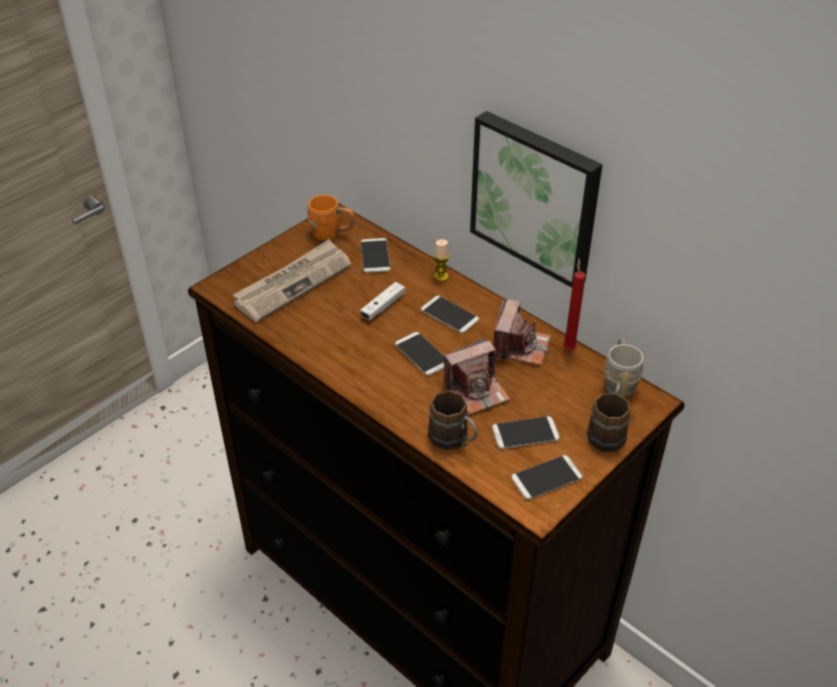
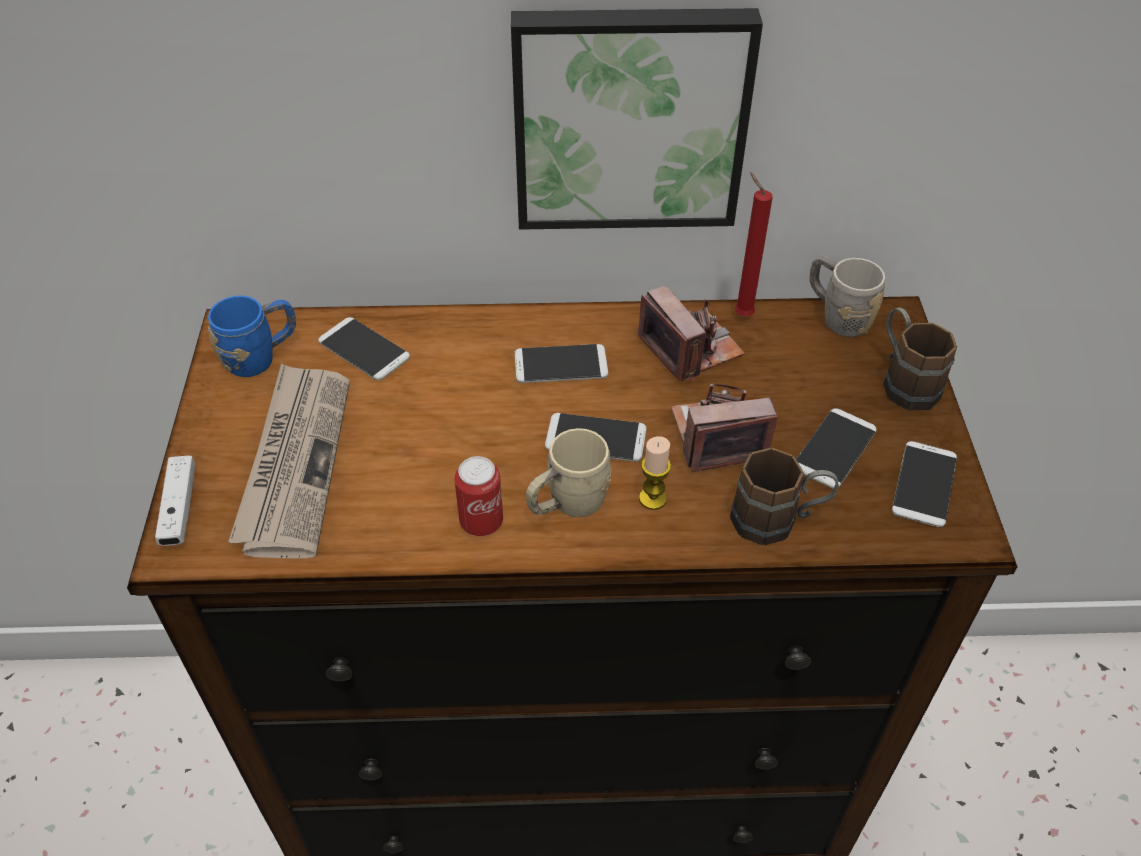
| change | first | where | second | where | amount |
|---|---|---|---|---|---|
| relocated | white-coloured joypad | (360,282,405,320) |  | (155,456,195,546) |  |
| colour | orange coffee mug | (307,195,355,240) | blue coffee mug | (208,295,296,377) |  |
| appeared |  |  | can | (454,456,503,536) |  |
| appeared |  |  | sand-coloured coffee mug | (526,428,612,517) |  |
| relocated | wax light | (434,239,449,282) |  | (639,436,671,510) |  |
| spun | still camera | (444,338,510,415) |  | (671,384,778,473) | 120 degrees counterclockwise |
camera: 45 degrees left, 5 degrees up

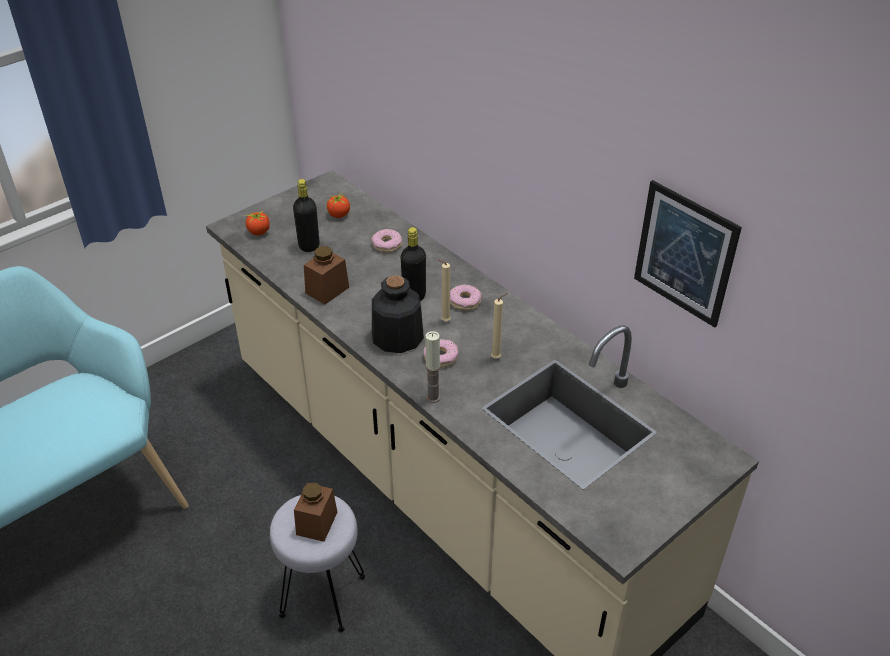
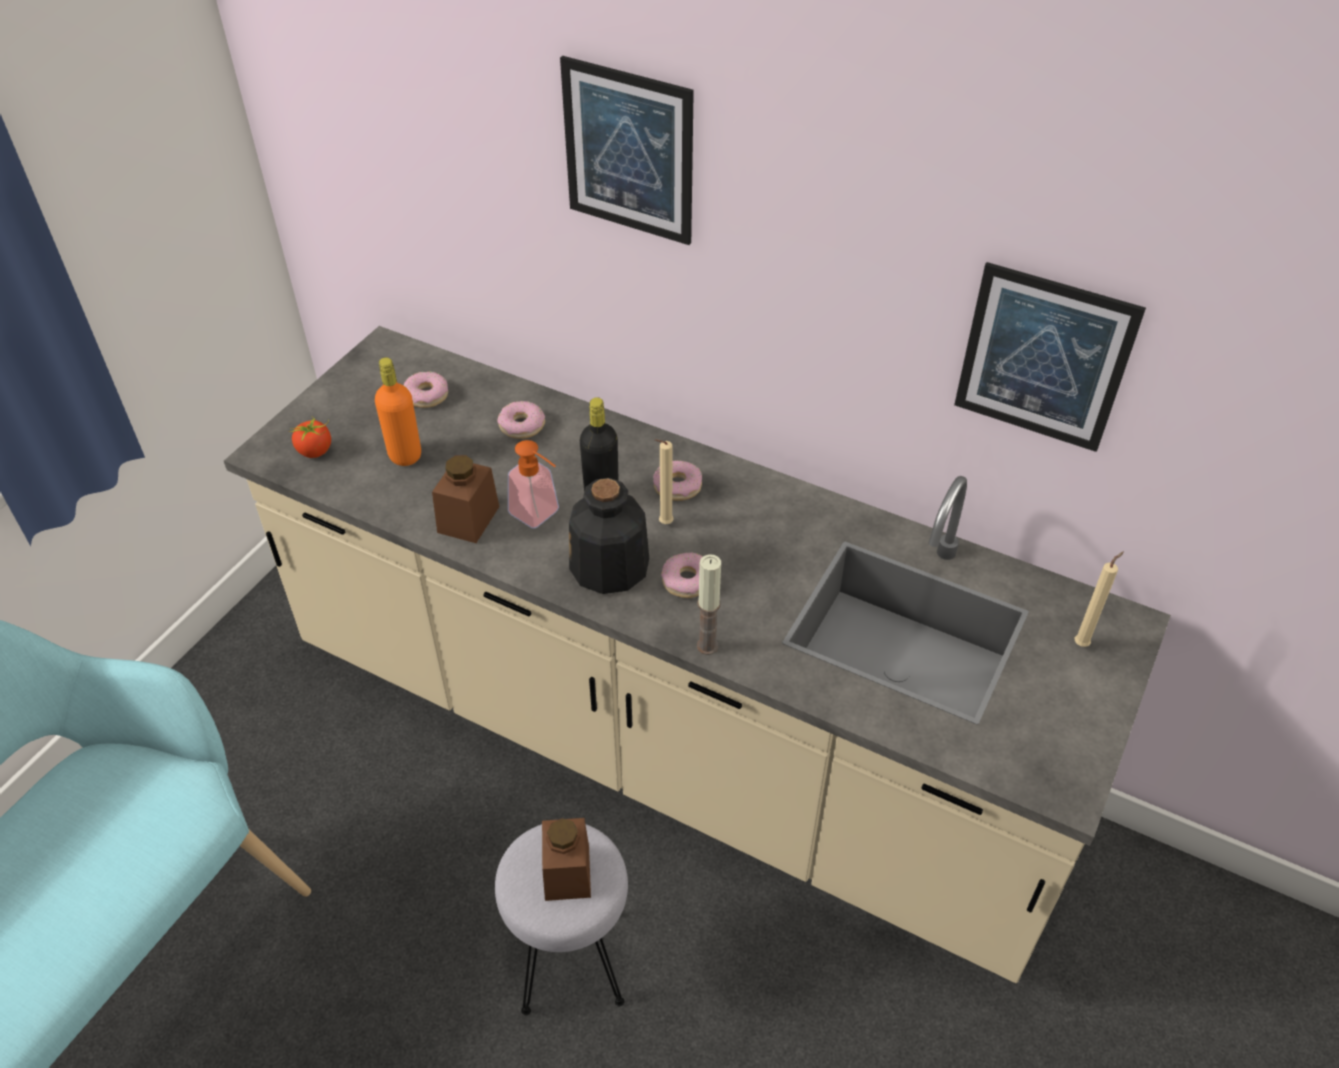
| change | first | where | second | where | amount |
|---|---|---|---|---|---|
| colour | black-coloured bottle | (293,179,320,252) | orange bottle | (375,357,421,466) |  |
| exchanged | fresh tomato | (326,194,350,218) | ring doughnut | (403,372,448,408) |  |
| appeared |  |  | liquid soap bottle | (508,440,559,528) |  |
| appeared |  |  | wall art | (560,56,694,245) |  |
| relocated | sand-coloured wax light | (491,293,508,358) |  | (1075,551,1124,647) |  |
camera: 20 degrees left, 5 degrees up

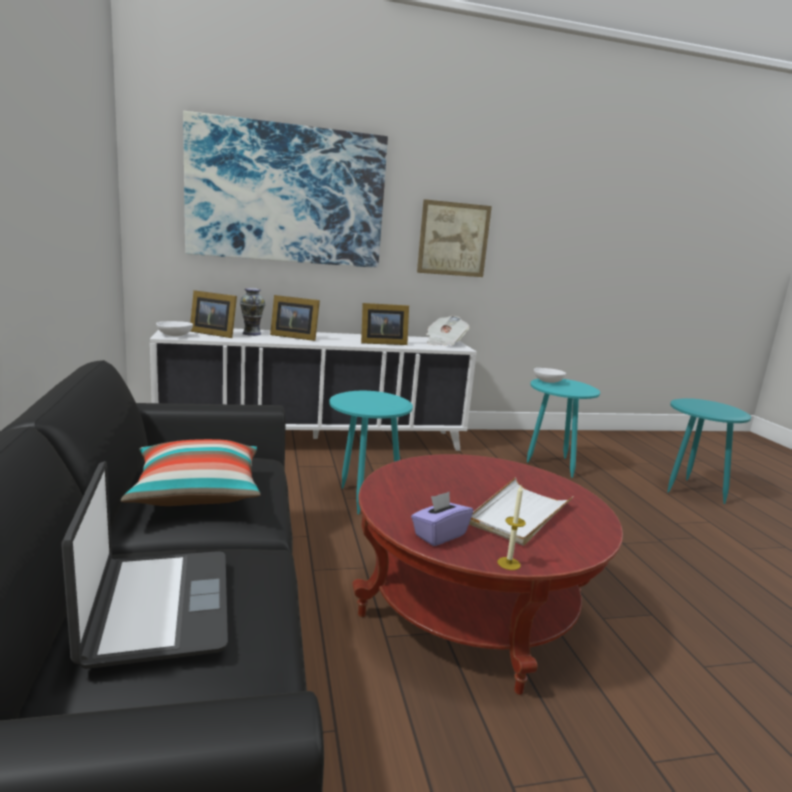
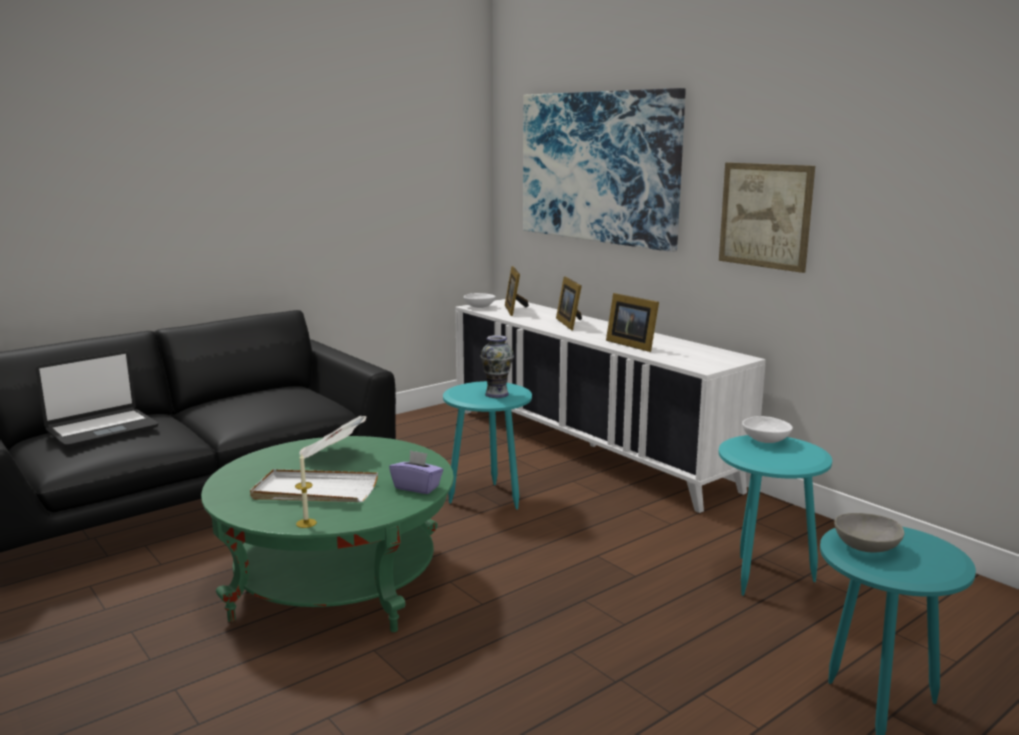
| change | first | where | second | where | amount |
|---|---|---|---|---|---|
| colour | red low table | (352,454,623,695) | greenish low table | (201,436,454,632) |  |
| relocated | wax light | (498,486,526,570) |  | (295,453,317,528) |  |
| relocated | daily paper | (426,316,470,345) |  | (299,416,366,459) |  |
| relocated | purple box of tissues | (411,492,473,546) |  | (389,450,443,494) |  |
| relocated | flower vase | (240,288,266,336) |  | (480,335,514,398) |  |
| appeared |  |  | greyish deep dish | (834,513,904,552) |  |
| missing | pillow | (121,439,261,506) |  |  |  |
camera: 65 degrees right, 0 degrees up

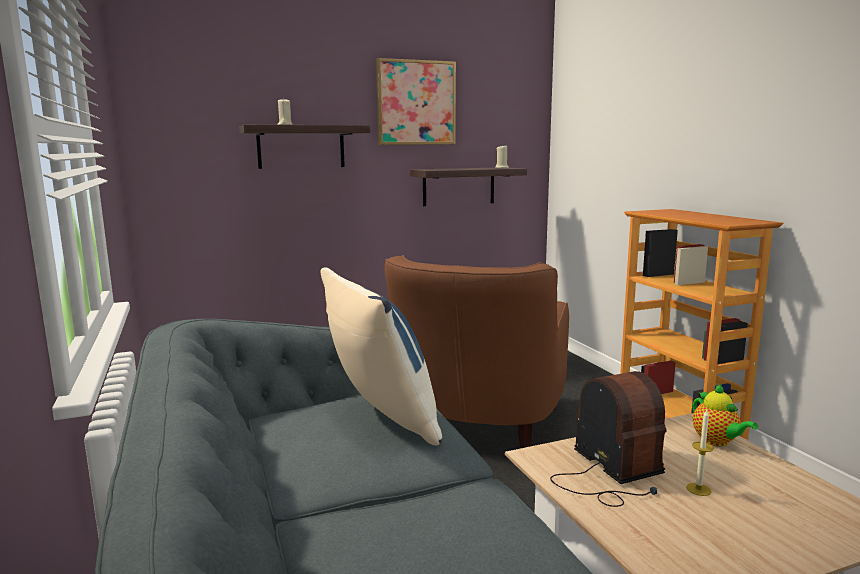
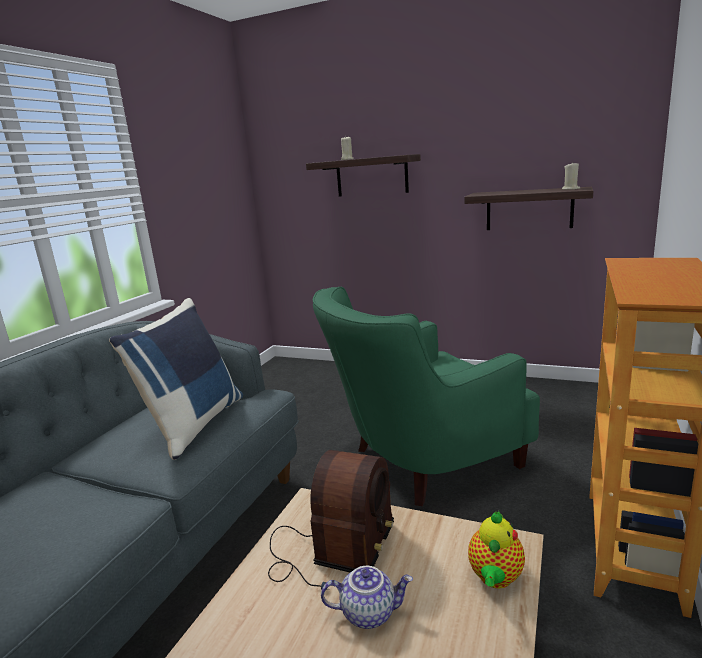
| change | first | where | second | where | amount |
|---|---|---|---|---|---|
| colour | brown armchair | (385,255,569,448) | greenish armchair | (313,287,540,506) |  |
| exchanged | wax light | (686,410,714,496) | teapot | (321,566,413,629) |  |
| missing | wall art | (376,58,456,145) |  |  |  |
camera: 45 degrees right, 5 degrees up

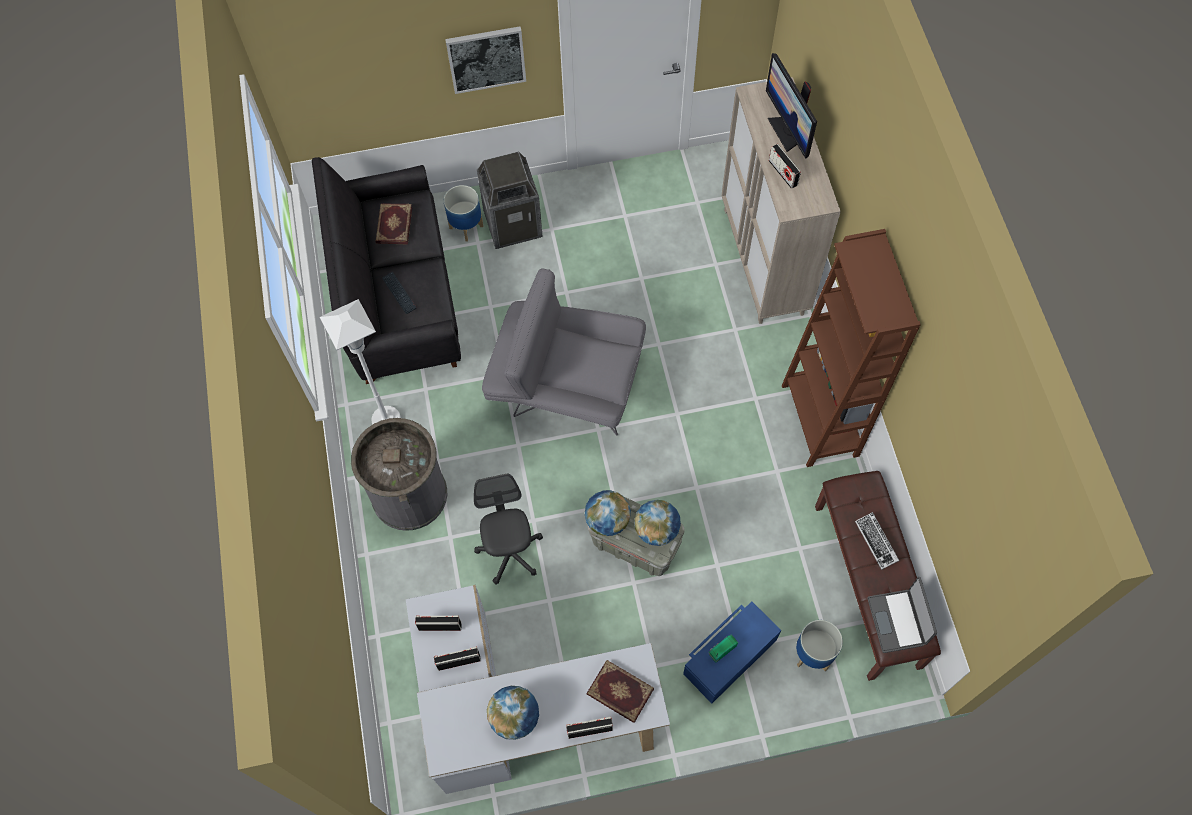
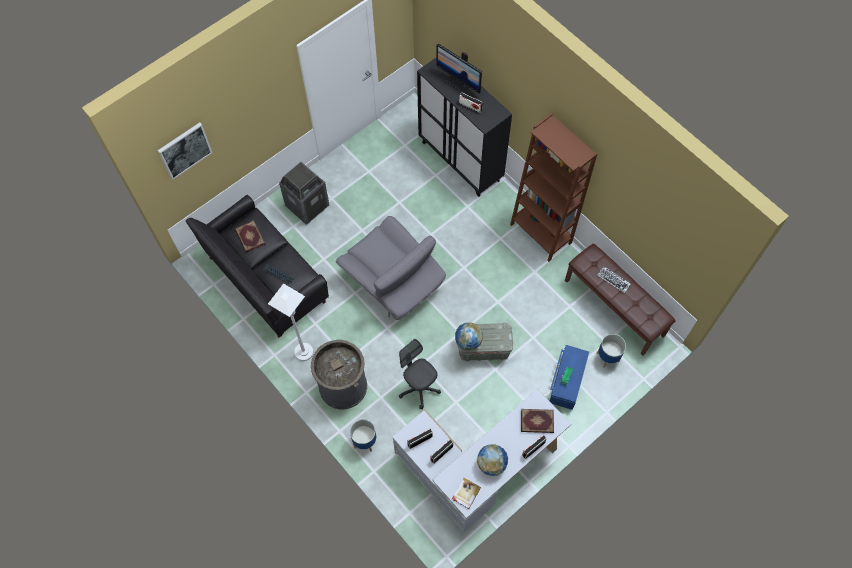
| change | first | where | second | where | amount |
|---|---|---|---|---|---|
| relocated | wall art | (445,26,526,94) |  | (158,123,213,180) |  |
| spun | greyish armchair | (482,268,646,435) |  | (336,216,446,320) | 120 degrees counterclockwise |
| relocated | planter | (444,185,483,242) |  | (350,419,376,452) |  |
| colour | sand-coloured cupboard | (721,77,841,324) | black-coloured cupboard | (417,57,512,197) |  |
| appeared |  |  | bound book | (452,478,481,509) |  |
| missing | globe | (635,500,681,546) |  |  |  |
| missing | notebook computer | (867,577,937,653) |  |  |  |
camera: 30 degrees left, 0 degrees up

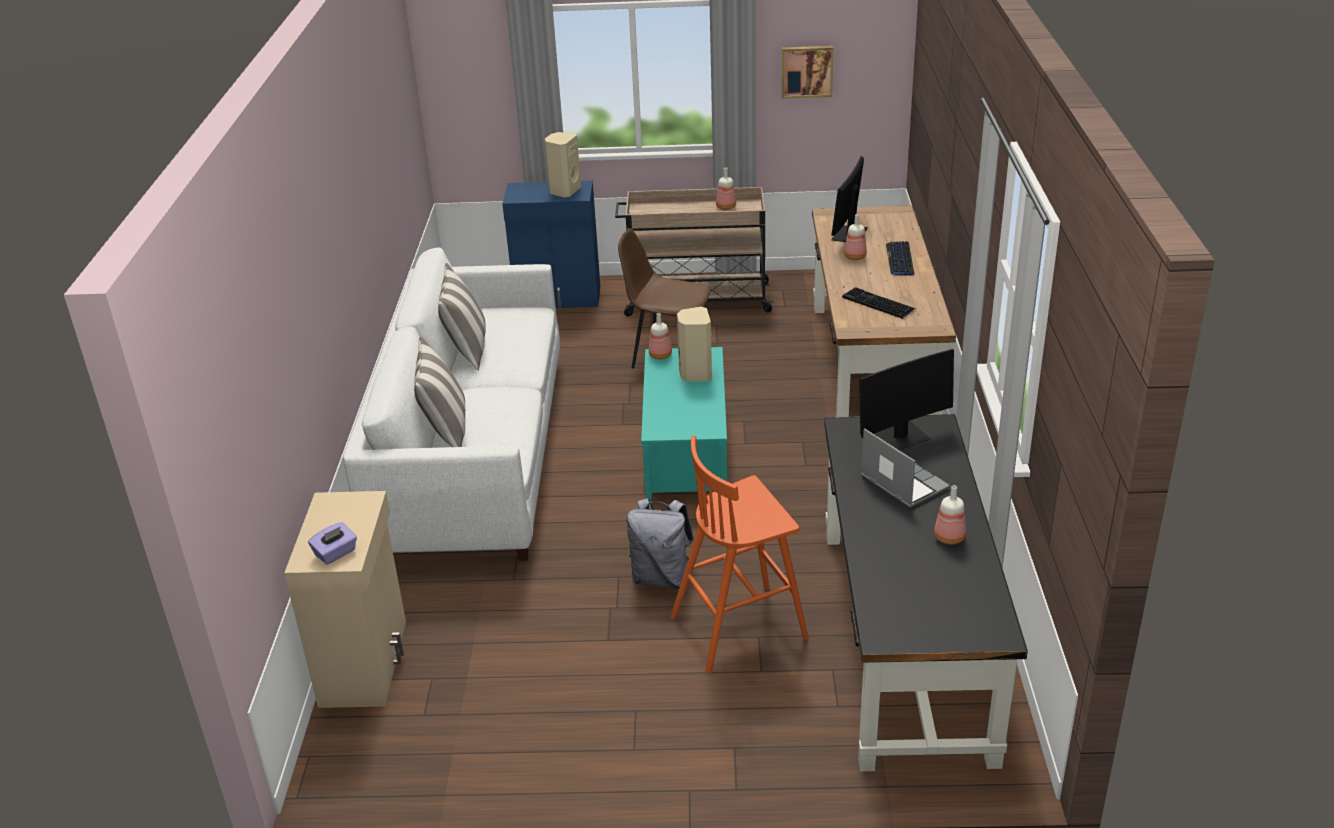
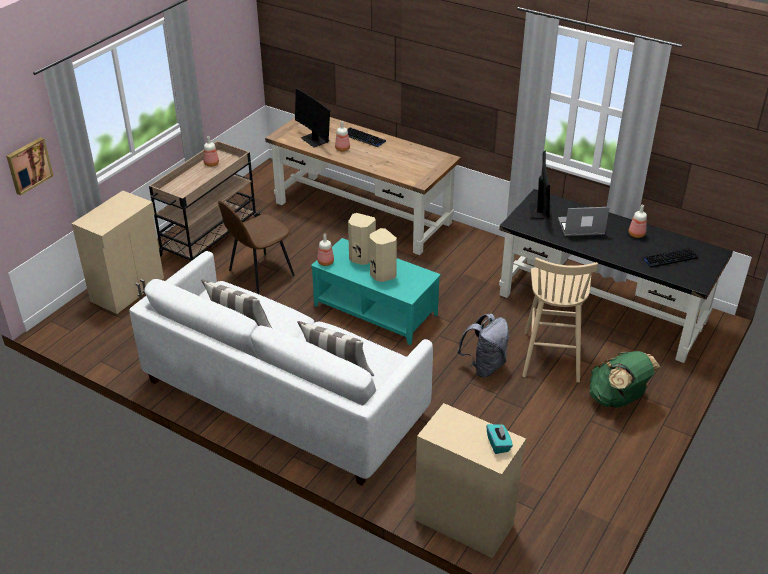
| change | first | where | second | where | amount |
|---|---|---|---|---|---|
| relocated | wall art | (782,46,834,99) |  | (6,137,53,195) |  |
| colour | blue cupboard | (502,180,600,308) | sand-coloured cupboard | (71,191,164,314) |  |
| relocated | sand-coloured loudspeaker | (545,132,581,198) |  | (370,228,397,282) |  |
| colour | purple box of tissues | (308,522,357,564) | blue-green box of tissues | (486,424,513,454) |  |
| colour | orange sitting stool | (670,435,809,673) | sand-coloured sitting stool | (522,257,598,383) |  |
| appeared |  |  | greenish knapsack | (590,351,661,408) |  |
| relocated | keyboard | (842,287,916,319) |  | (642,248,698,268) |  |
camera: 60 degrees left, 5 degrees up

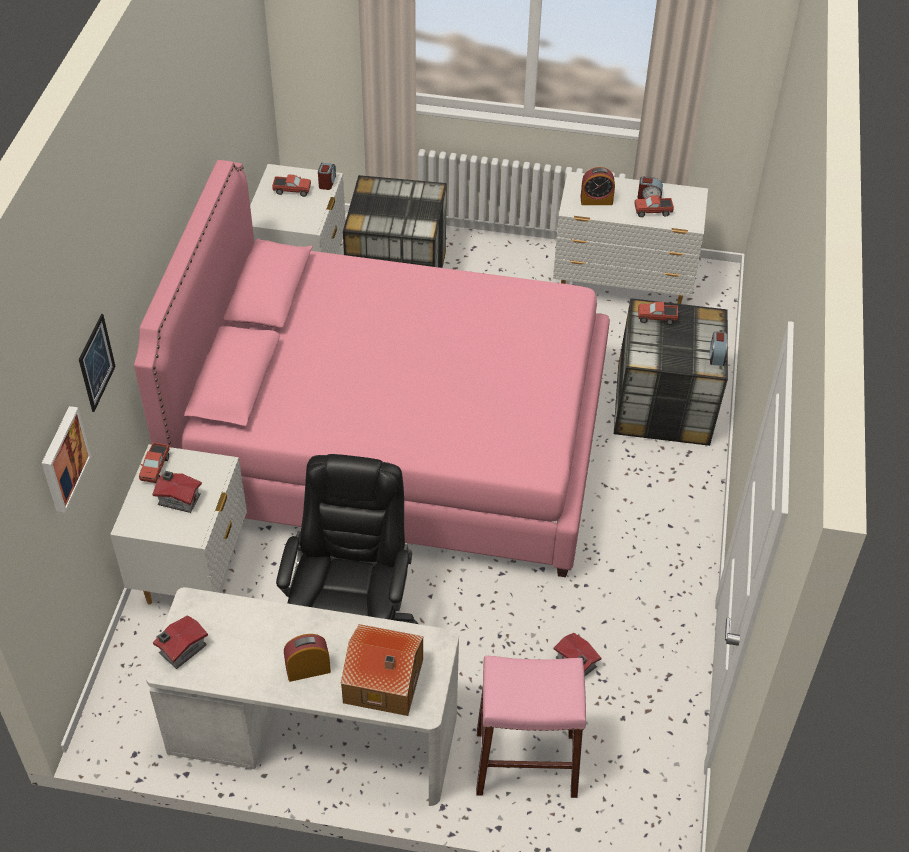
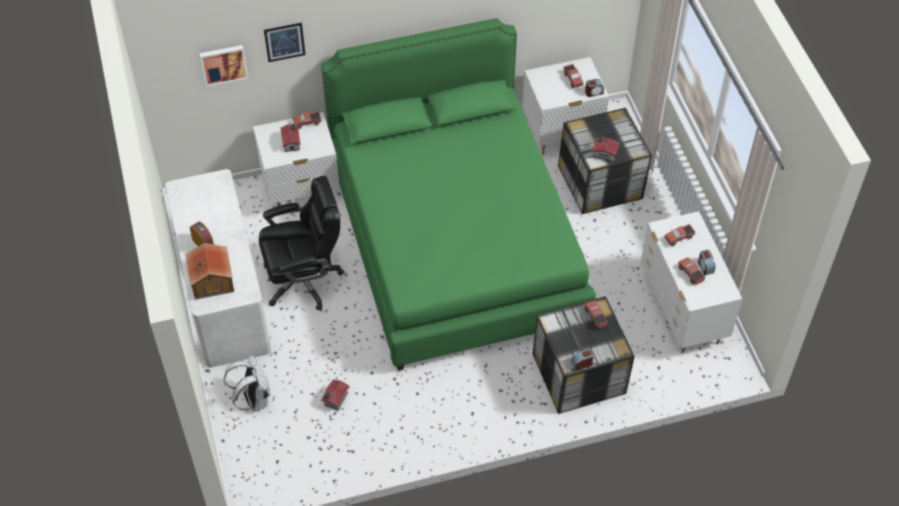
| change | first | where | second | where | amount |
|---|---|---|---|---|---|
| exchanged | pinkish sitting stool | (476,655,586,798) | white-coloured knapsack | (224,355,270,412) |  |
| colour | pinkish bedroom bed | (134,160,610,577) | greenish bedroom bed | (321,18,596,371) |  |
| relocated | model house | (153,615,208,669) |  | (592,136,620,162) |  |
| exchanged | alarm clock | (580,167,615,205) | toy lorry | (665,224,695,246) |  |
camera: 65 degrees right, 5 degrees up

